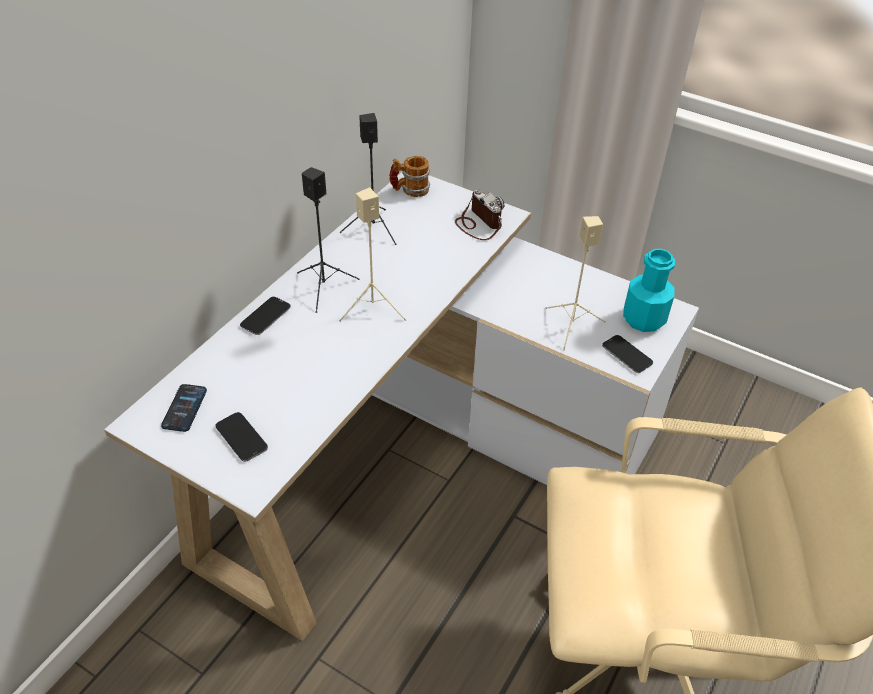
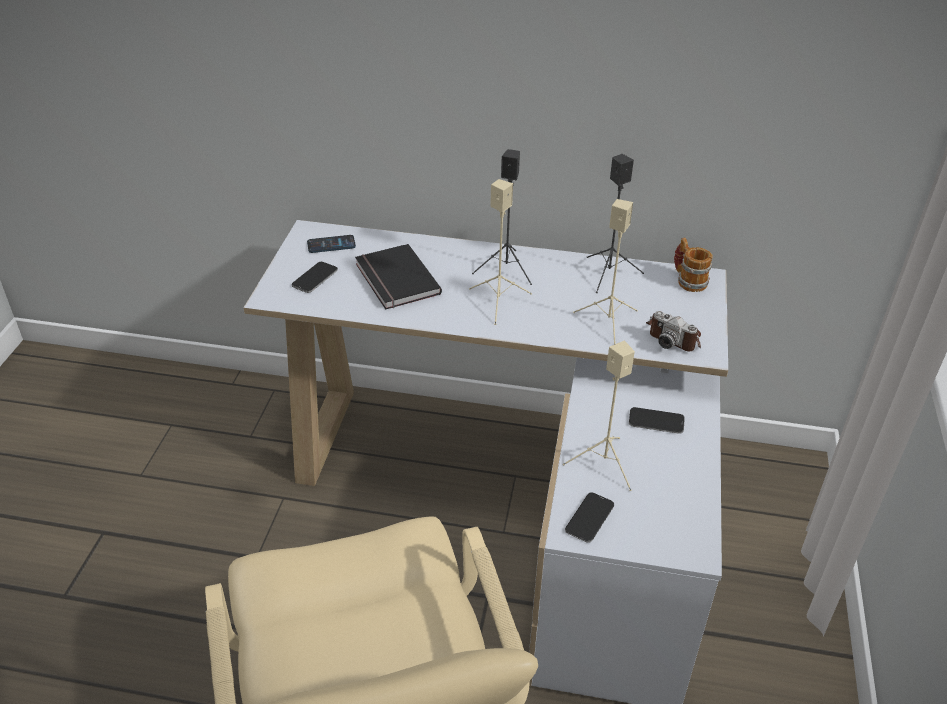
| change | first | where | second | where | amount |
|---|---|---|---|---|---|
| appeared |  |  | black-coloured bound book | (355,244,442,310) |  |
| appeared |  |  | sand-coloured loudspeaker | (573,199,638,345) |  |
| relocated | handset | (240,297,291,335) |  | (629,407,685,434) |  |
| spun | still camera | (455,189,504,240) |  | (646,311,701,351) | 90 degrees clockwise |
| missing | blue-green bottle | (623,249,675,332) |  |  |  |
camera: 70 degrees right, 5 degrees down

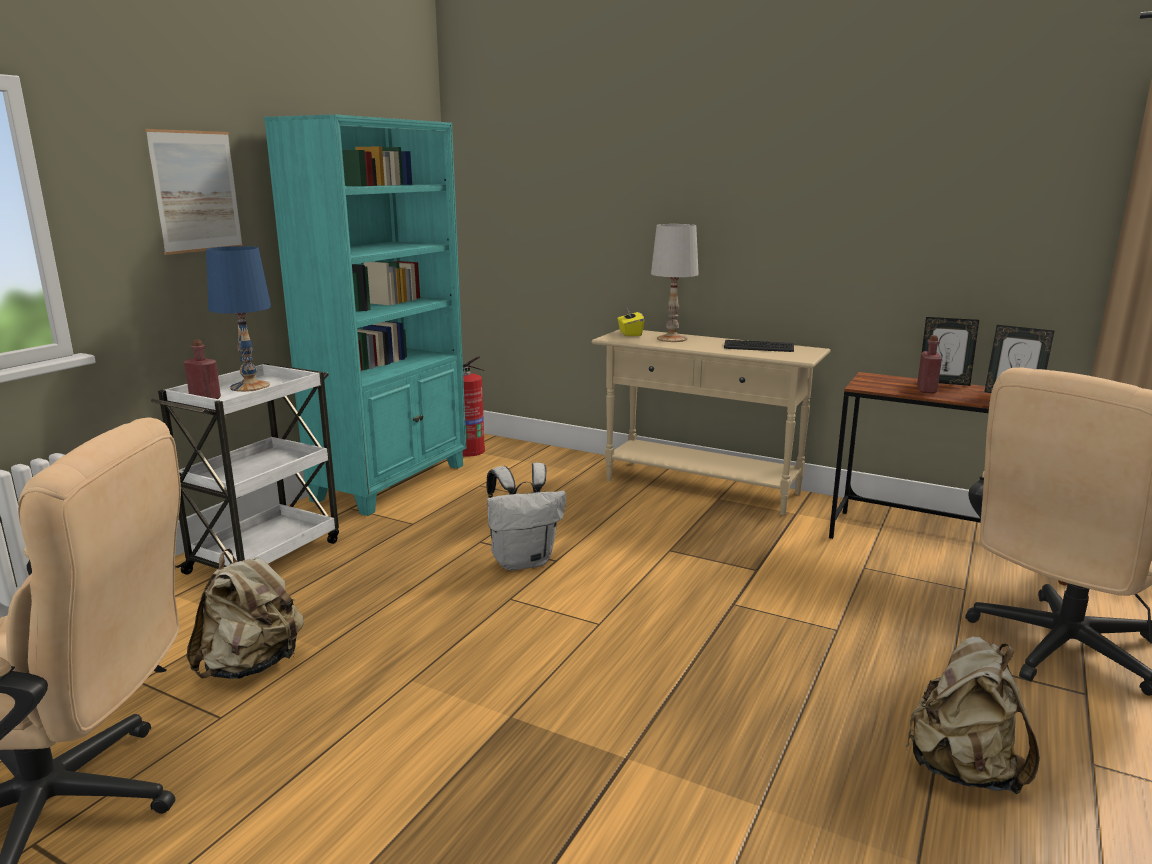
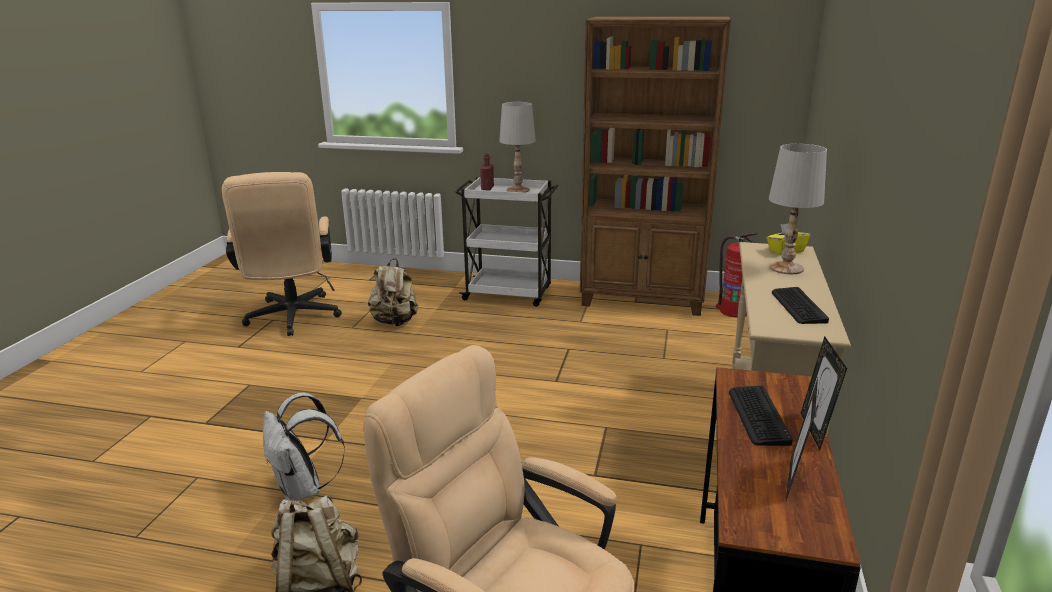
| change | first | where | second | where | amount |
|---|---|---|---|---|---|
| relocated | white-coloured knapsack | (487,463,566,571) |  | (263,392,345,501) |  |
| colour | blue lamp for a table | (206,246,271,392) | white-coloured lamp for a table | (499,102,536,193) |  |
| colour | blue-green bookshelf | (264,114,466,516) | brown bookshelf | (580,17,731,316) |  |
| exchanged | red bottle | (917,335,942,393) | keyboard | (729,386,793,446) |  |
| missing | wall art | (145,129,243,255) |  |  |  |
camera: 75 degrees right, 5 degrees up

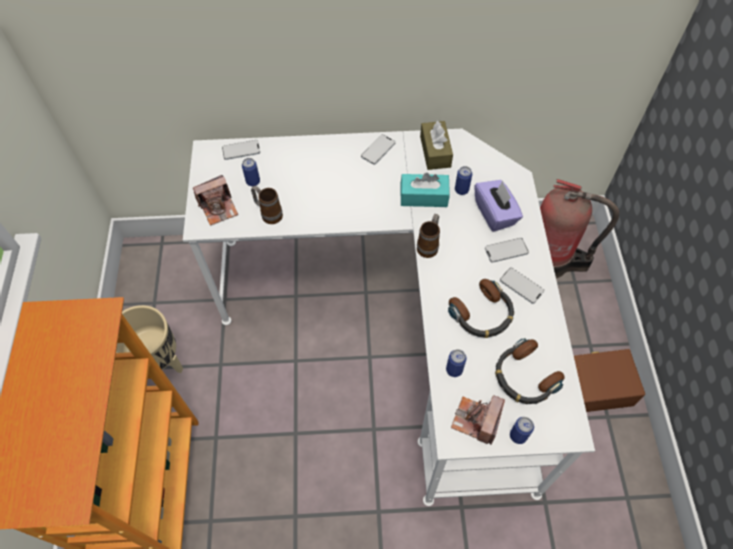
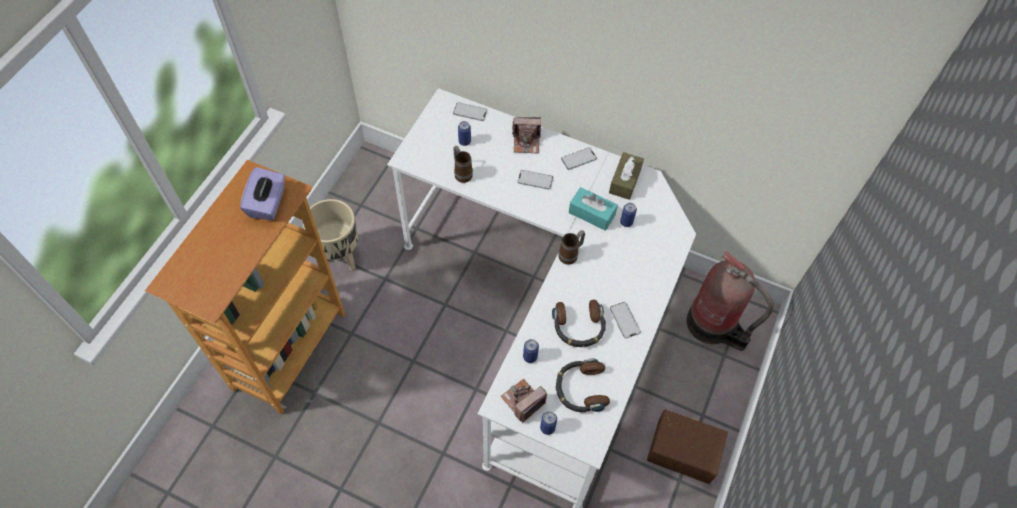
| change | first | where | second | where | amount |
|---|---|---|---|---|---|
| relocated | purple box of tissues | (475,180,523,232) |  | (240,167,285,221) |  |
| relocated | still camera | (193,175,238,226) |  | (512,117,541,153) |  |
| relocated | handset | (485,238,529,263) |  | (518,170,553,190) |  |
camera: 25 degrees right, 0 degrees up

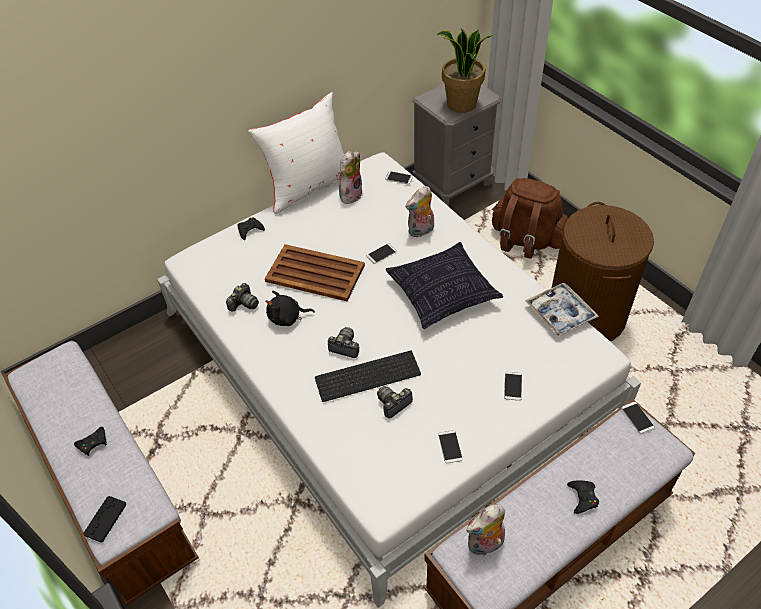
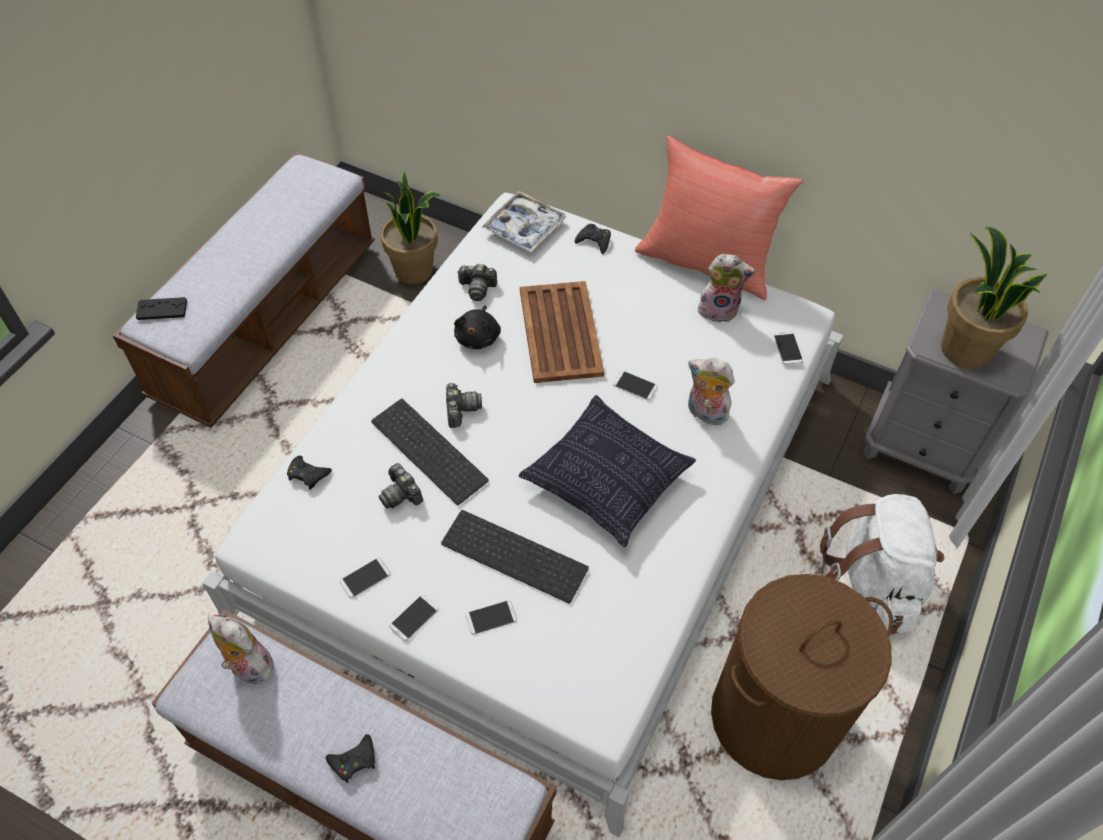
| change | first | where | second | where | amount |
|---|---|---|---|---|---|
| relocated | black-coloured joypad | (74,427,107,456) |  | (287,455,332,490) |  |
| spun | still camera | (377,386,413,419) |  | (379,463,423,509) | 150 degrees counterclockwise |
| appeared |  |  | potted plant | (381,171,441,284) |  |
| relocated | handset | (622,402,655,434) |  | (390,595,439,641) |  |
| appeared |  |  | keyboard | (441,510,589,603) |  |
| spun | black-coloured cuddly toy | (265,291,315,326) |  | (454,305,501,349) | 135 degrees counterclockwise |
| relocated | carrying tray | (525,283,599,337) |  | (482,191,566,253) |  |
| colour | white-coloured pillow | (248,92,344,214) | red pillow | (635,136,803,300) |  |
| colour | brown knapsack | (492,178,568,259) | white-coloured knapsack | (820,494,944,634) |  |
camera: 60 degrees right, 5 degrees up

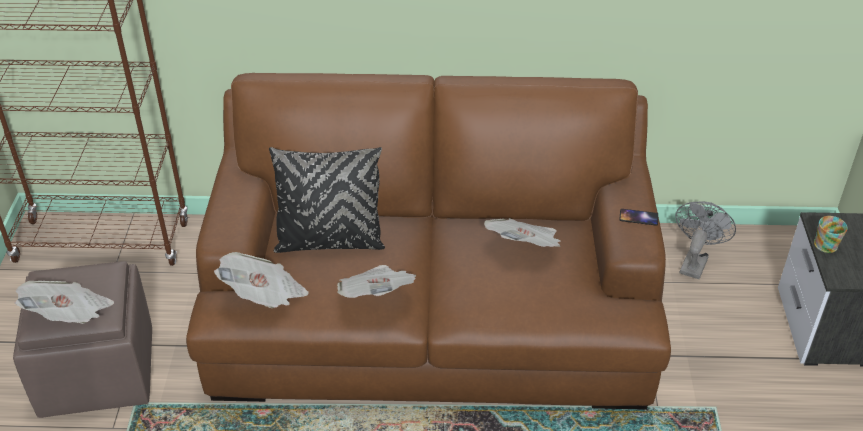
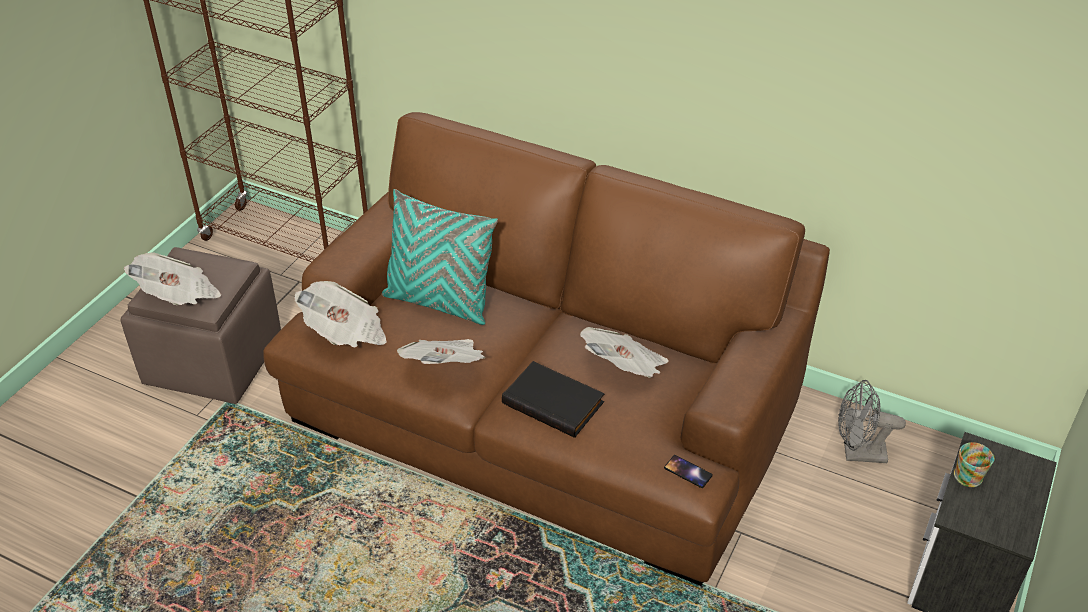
| change | first | where | second | where | amount |
|---|---|---|---|---|---|
| colour | black-coloured pillow | (269,147,385,253) | blue-green pillow | (382,189,498,325) |  |
| appeared |  |  | black-coloured bound book | (502,361,604,438) |  |
| relocated | handset | (619,209,658,226) |  | (664,455,713,488) |  |
| spun | greyish cooling fan | (675,201,736,279) |  | (838,380,906,463) | 135 degrees counterclockwise |
camera: 25 degrees right, 0 degrees up

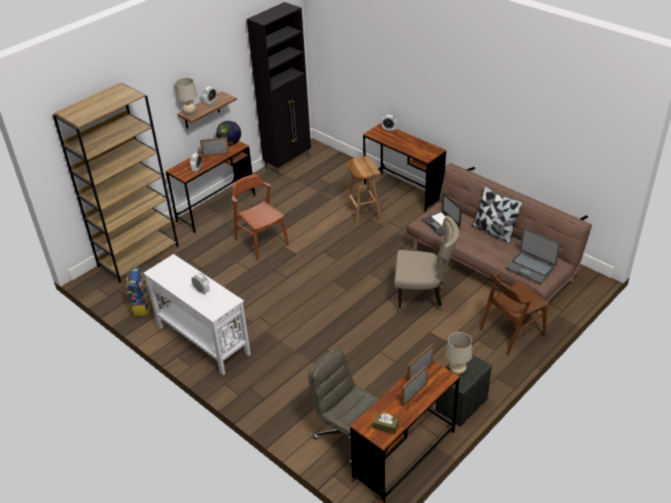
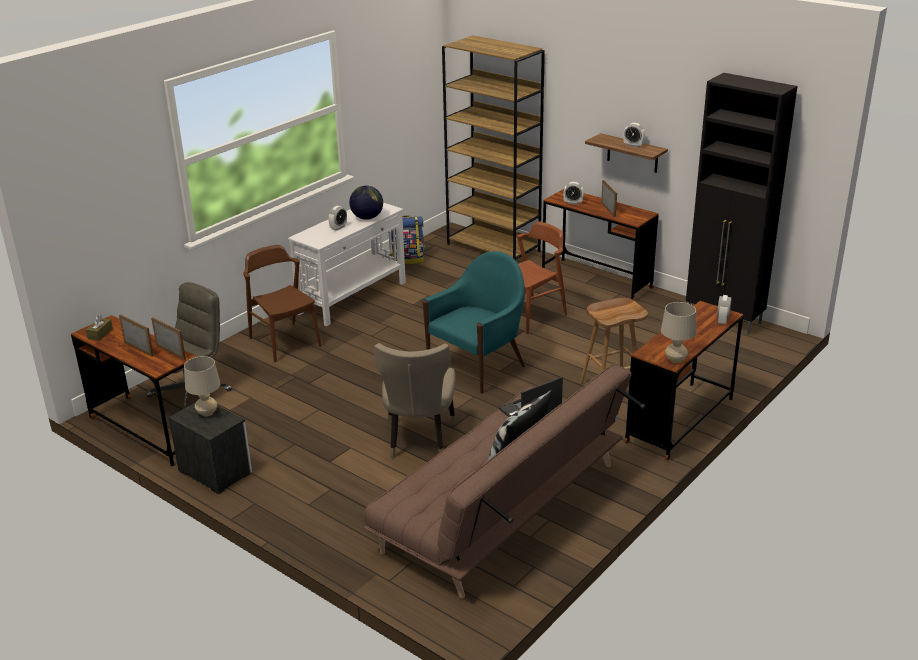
| change | first | where | second | where | amount |
|---|---|---|---|---|---|
| relocated | brown chair | (480,272,549,355) |  | (243,245,321,362) |  |
| relocated | globe | (216,121,241,146) |  | (349,186,383,220) |  |
| appeared |  |  | blue-green armchair | (422,251,525,393) |  |
| relocated | sand-coloured lamp for a table | (175,78,197,115) |  | (661,302,696,363) |  |
| missing | notebook computer | (505,228,560,284) |  |  |  |
camera: 85 degrees right, 10 degrees down

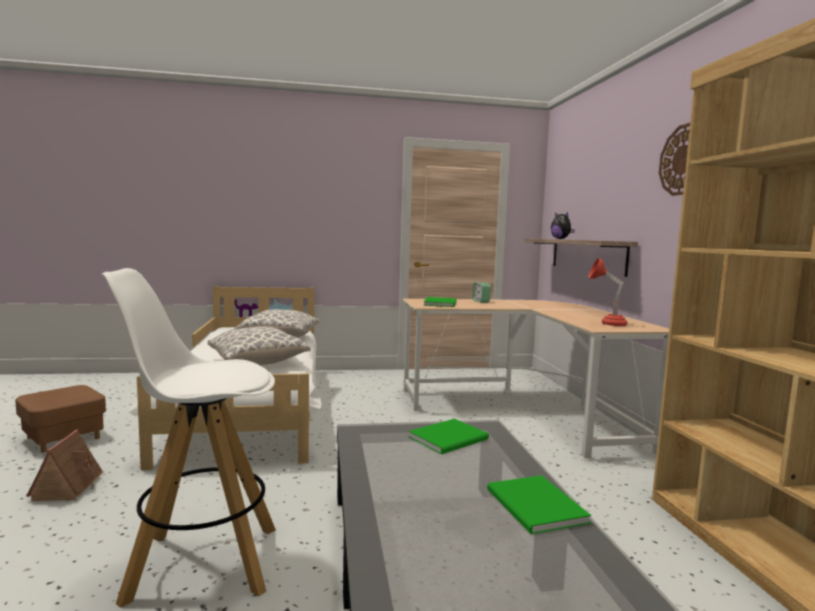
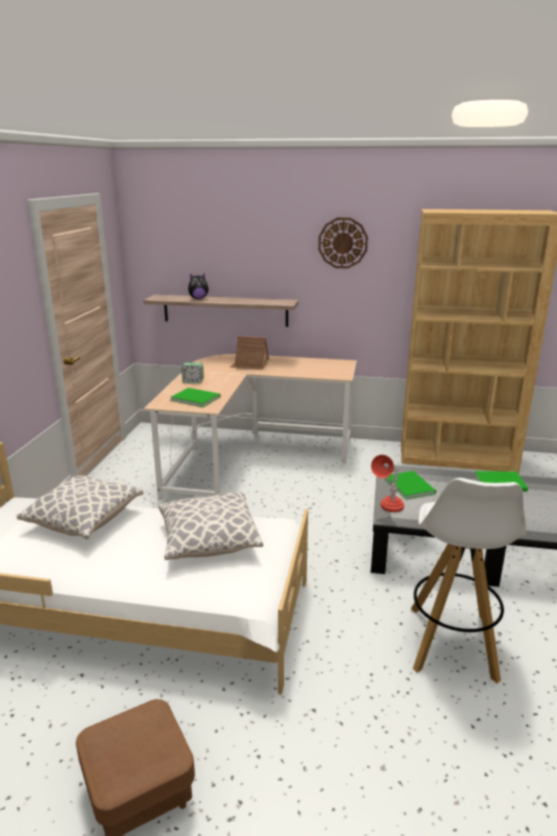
| change | first | where | second | where | amount |
|---|---|---|---|---|---|
| relocated | model house | (26,430,103,501) |  | (230,336,269,370) |  |
| relocated | red lamp for a table | (588,258,627,326) |  | (371,455,404,512) |  |
camera: 70 degrees left, 15 degrees up

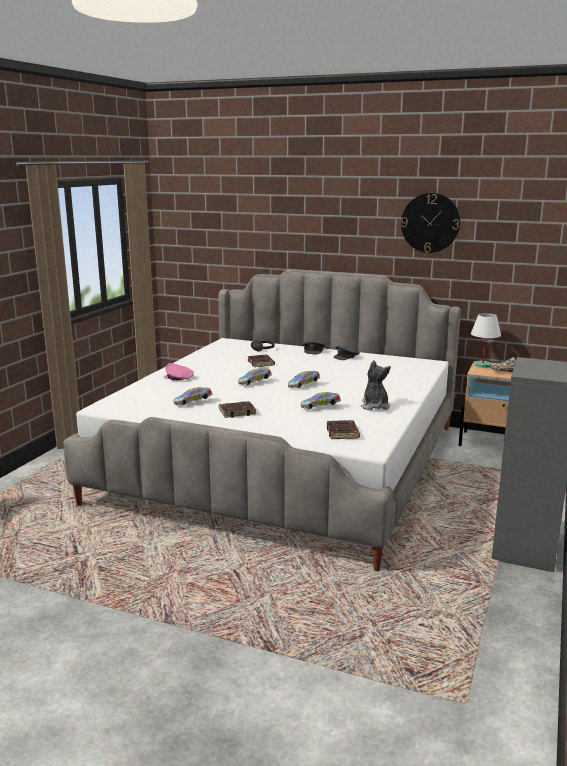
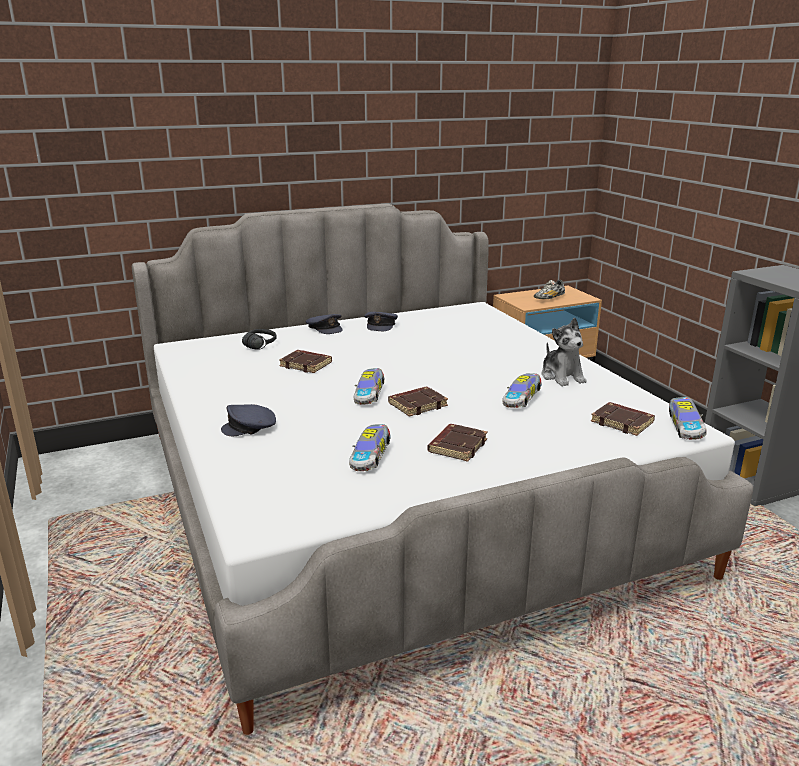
| change | first | where | second | where | amount |
|---|---|---|---|---|---|
| colour | pinkish baseball cap | (164,363,194,380) | greyish baseball cap | (221,404,276,436) |  |
| appeared |  |  | brown bound book | (388,387,448,417) |  |
| spun | cuddly toy | (361,360,391,410) |  | (541,318,587,387) | 150 degrees counterclockwise |
| relocated | miniature car | (288,371,320,388) |  | (669,397,707,440) |  |
| missing | wall clock | (401,193,460,253) |  |  |  |
| missing | white-coloured lamp for a table | (471,313,501,368) |  |  |  |
camera: 45 degrees left, 5 degrees up

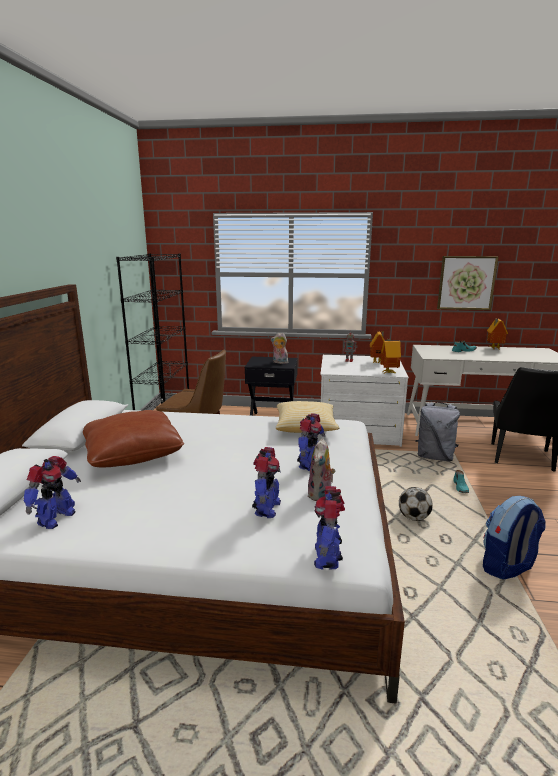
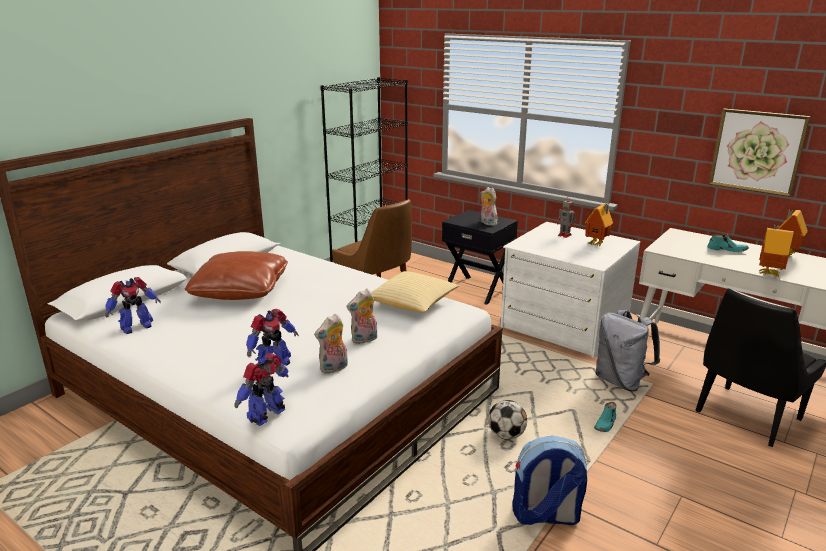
| change | first | where | second | where | amount |
|---|---|---|---|---|---|
| exchanged | model robot | (297,413,325,471) | cuddly toy | (347,289,377,344) |  |
| relocated | model house | (381,339,401,374) |  | (759,225,794,277) |  |
camera: 30 degrees right, 5 degrees up

